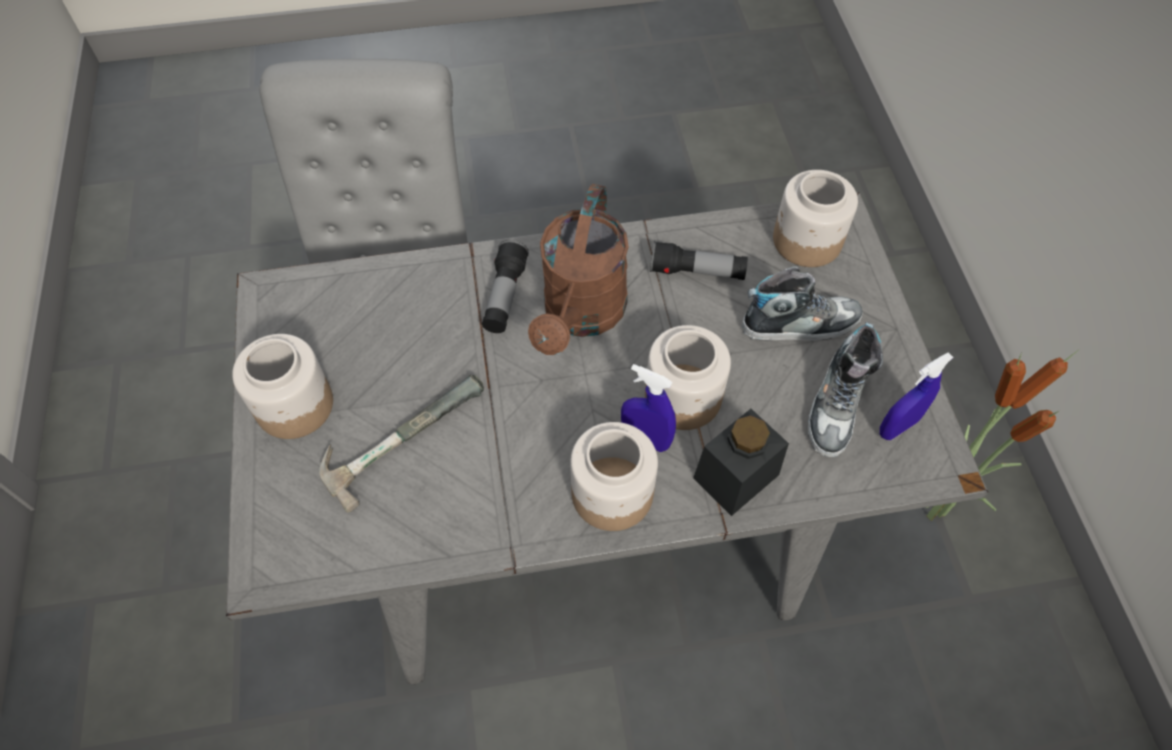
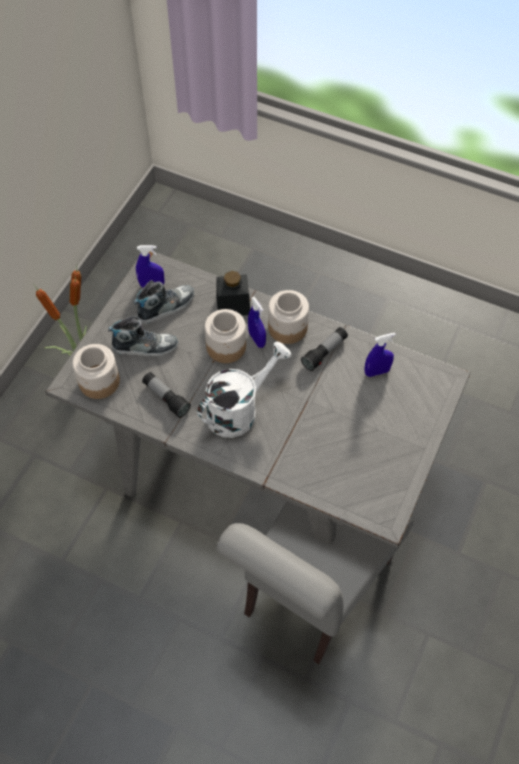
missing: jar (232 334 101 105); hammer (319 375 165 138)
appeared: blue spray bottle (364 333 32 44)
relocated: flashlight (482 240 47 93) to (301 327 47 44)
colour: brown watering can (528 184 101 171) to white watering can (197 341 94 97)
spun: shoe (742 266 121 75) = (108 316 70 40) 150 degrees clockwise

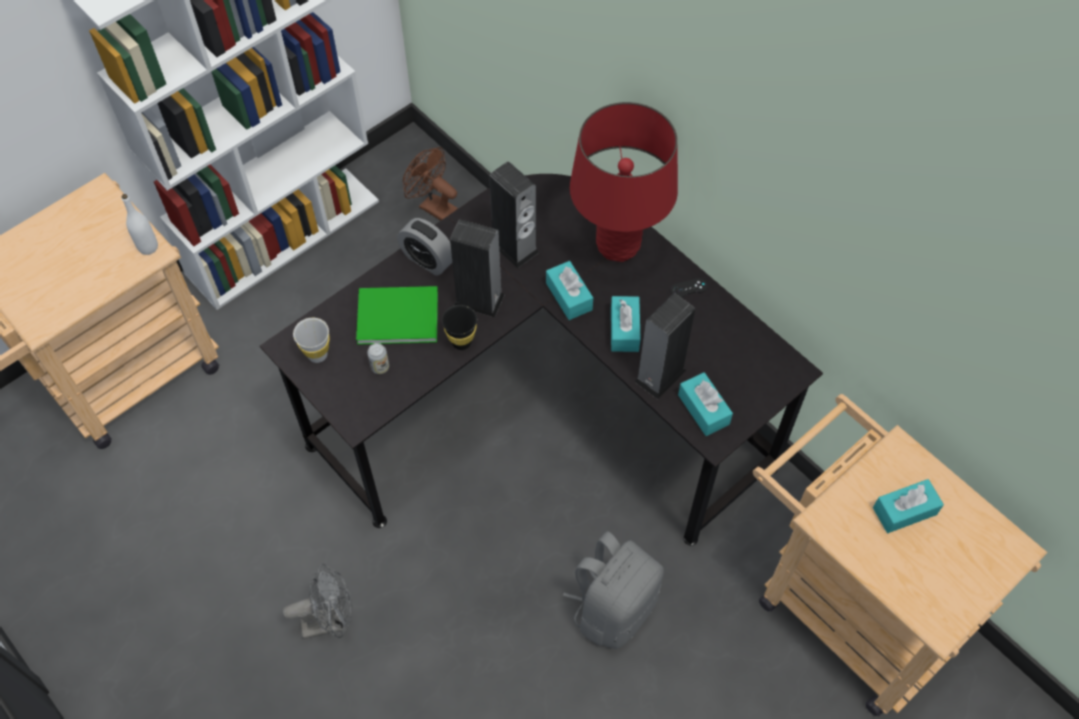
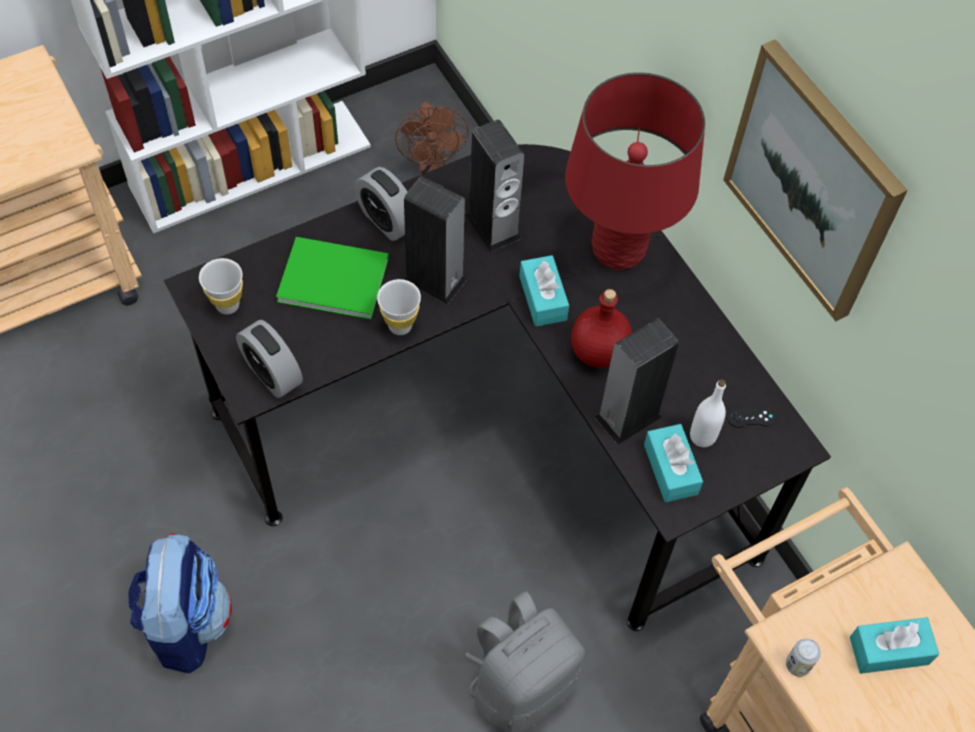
appeared: alarm clock (236 320 67 78); picture (723 39 185 282)
relocated: white bottle (121 194 37 61) to (690 379 36 68); can (367 343 22 31) to (786 639 35 38); black game controller (671 278 37 20) to (727 407 49 21)
exchanged: grey fan (283 564 69 75) to backpack (128 534 104 139); turquoise tissue box (611 296 30 56) to red bottle (571 289 61 79)
colour: black cup (442 305 35 45) to white cup (377 279 44 56)
spun: brown fan (403 147 55 74) = (395 102 74 73) 150 degrees counterclockwise

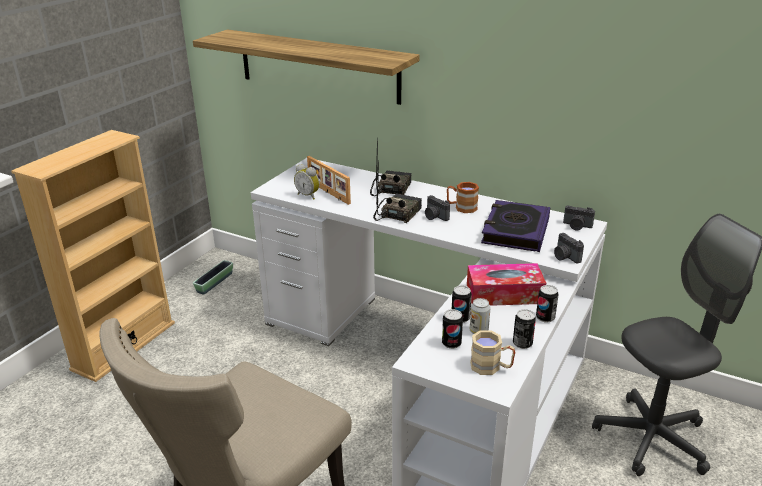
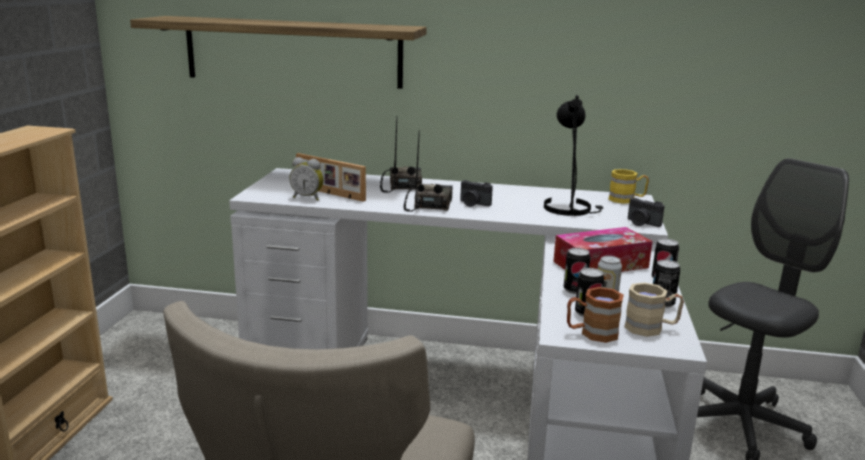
missing: planter (193 260 40 35)
relocated: brown mug (447 182 32 31) to (567 287 57 56)
exchanged: book (481 200 69 52) to black table lamp (544 95 59 121); photo camera (563 205 32 25) to yellow mug (609 169 40 35)

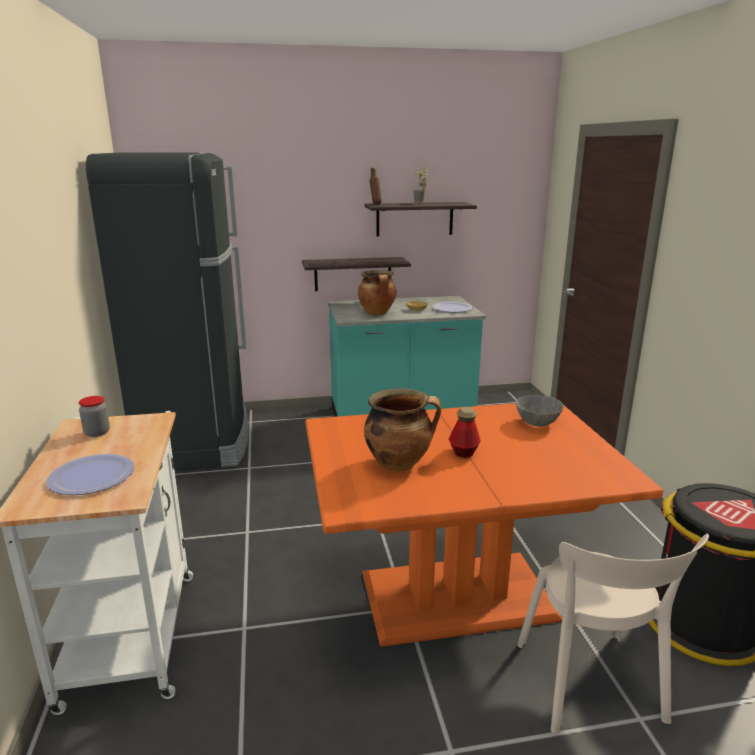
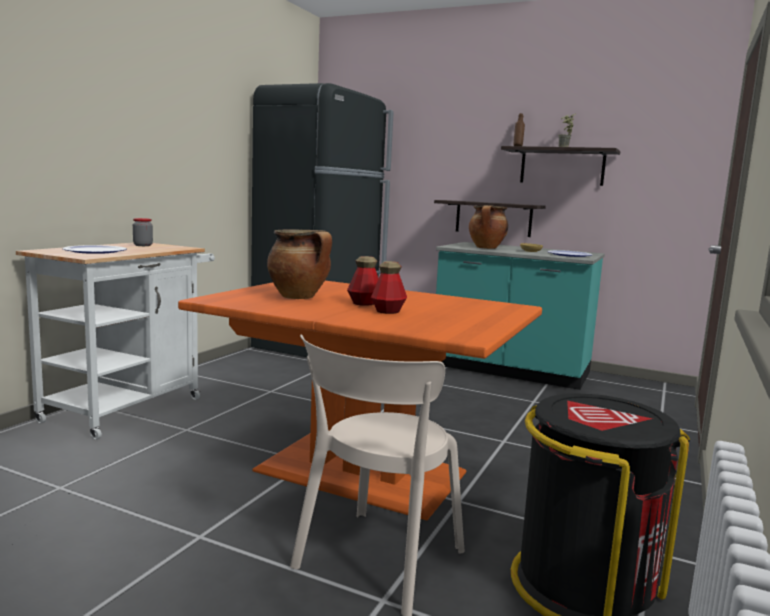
missing: grey bowl (516 395 48 32)
appeared: bottle (371 261 36 53)

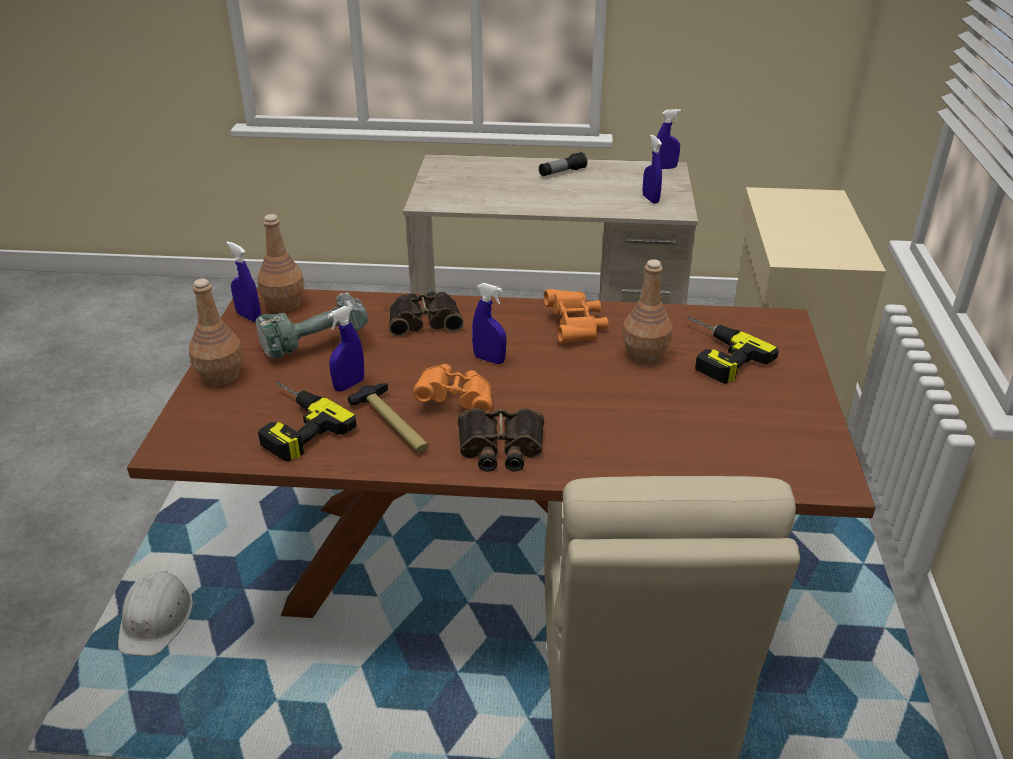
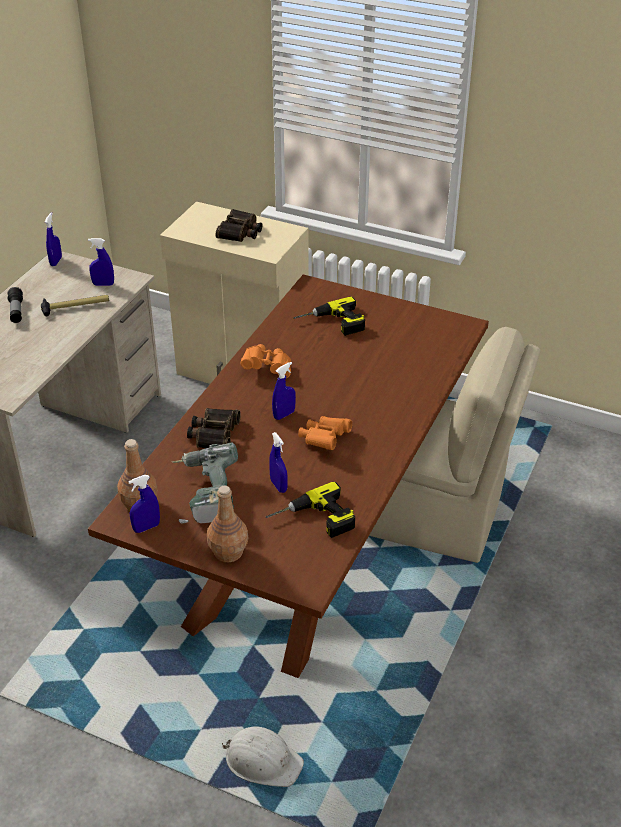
missing: brown bottle (622 259 50 105)
relocated: hammer (348 383 81 69) to (41 295 68 21); binoculars (458 408 86 64) to (216 209 46 33)

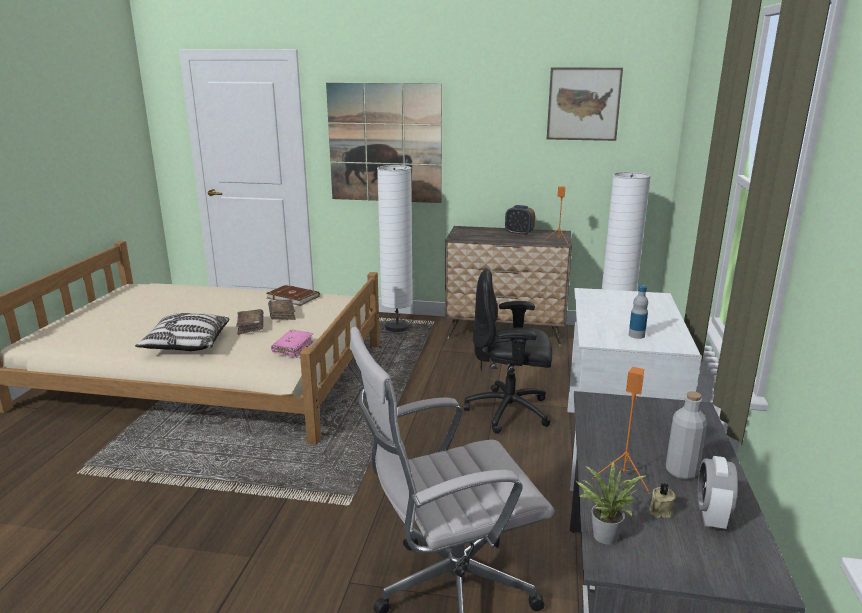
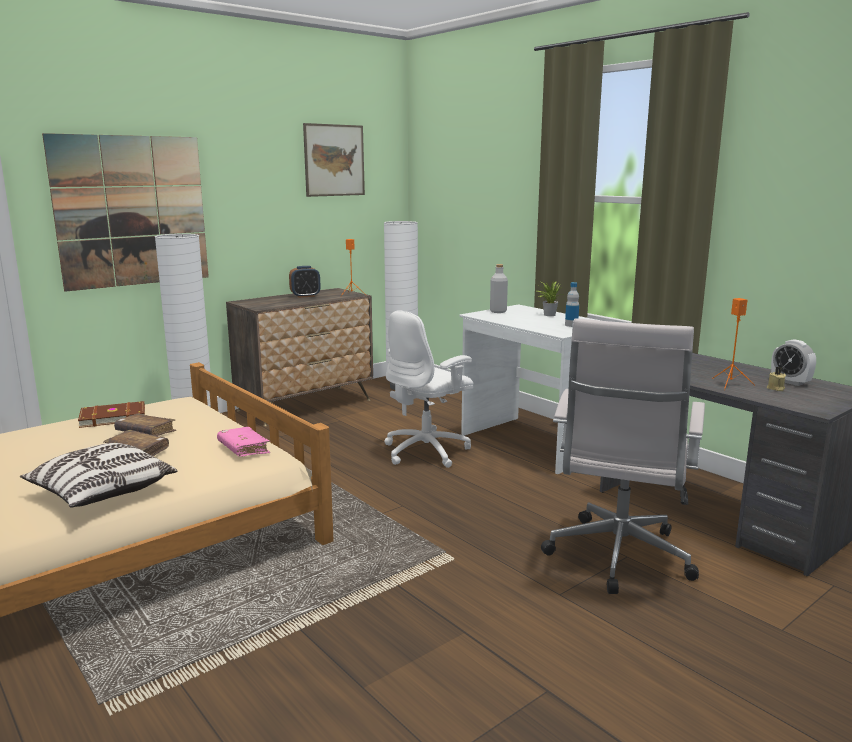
relocated: potted plant (575 461 73 83) to (534 281 28 35); grey bottle (666 391 41 89) to (490 264 18 49)
colour: black office chair (464 269 88 165) to white office chair (384 310 89 158)

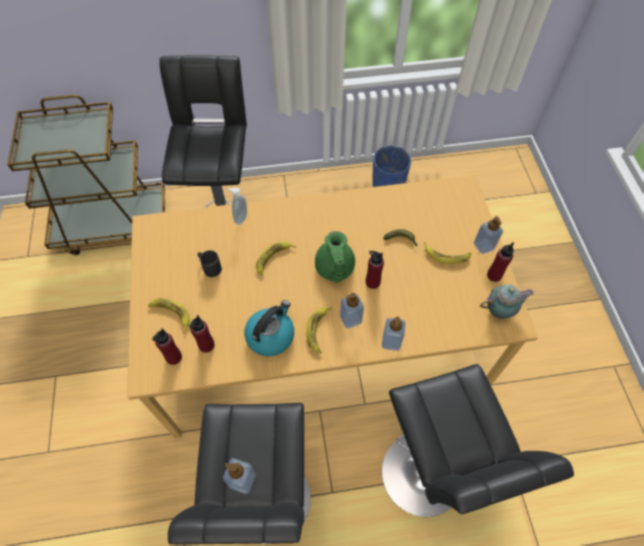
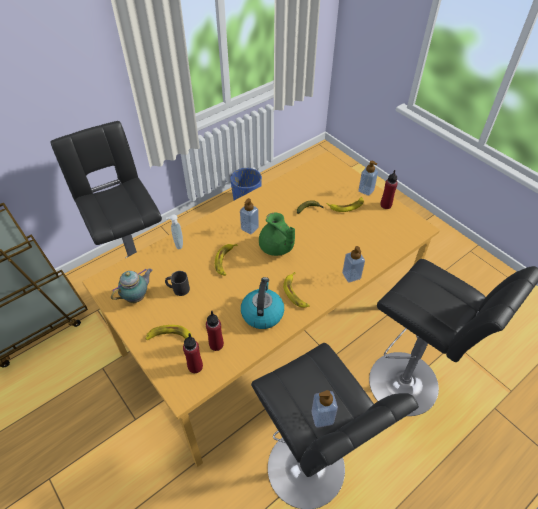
missing: red bottle (366 251 18 38)
relocated: soap dispenser (340 293 24 36) to (240 198 19 36); teapot (480 285 54 34) to (111 268 42 35)

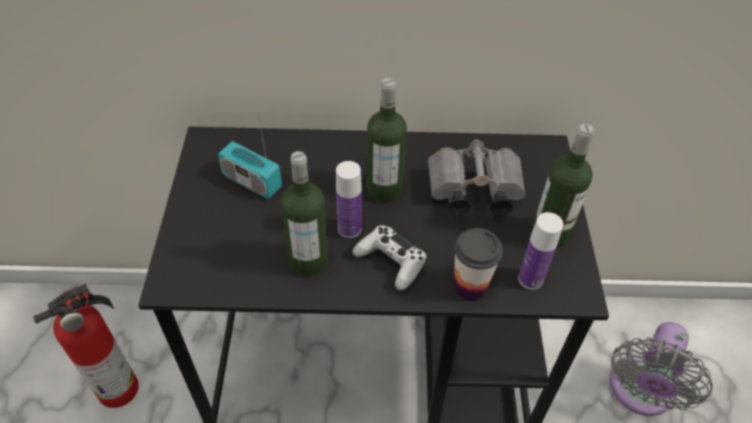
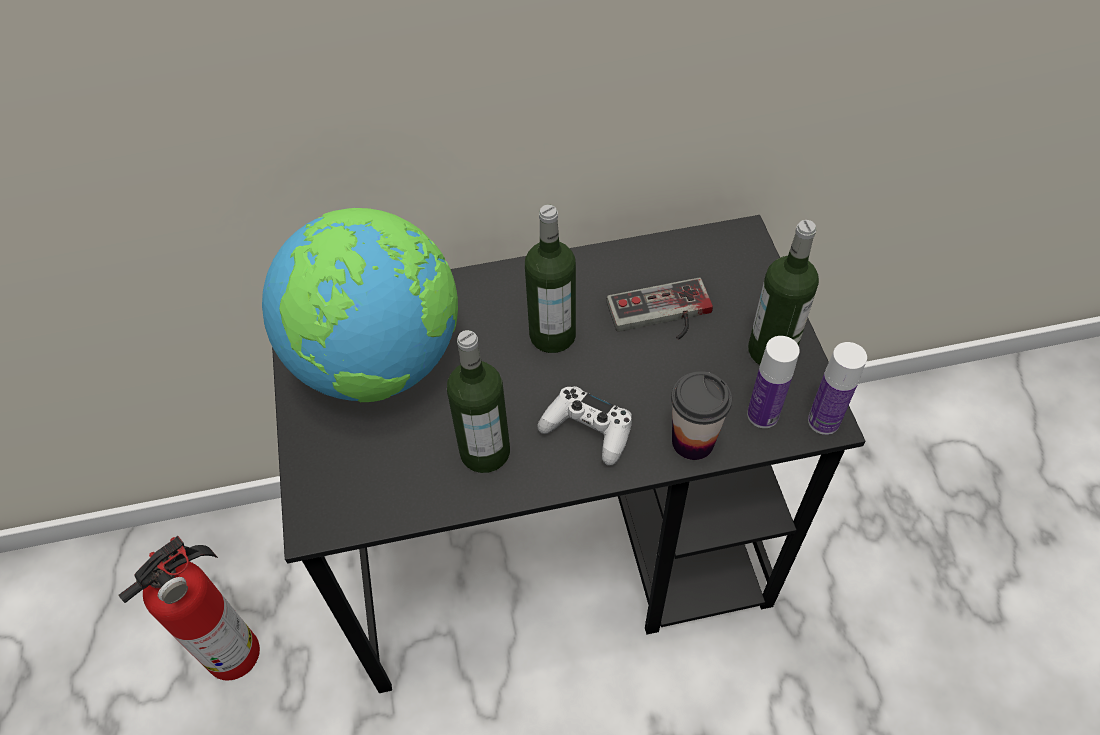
missing: grey fan (610 322 103 94)
relocated: bottle (336 161 26 77) to (808 342 59 93)
exchanged: radio (218 111 64 88) to globe (262 208 196 194); grey binoculars (428 140 98 75) to game controller (607 277 106 63)

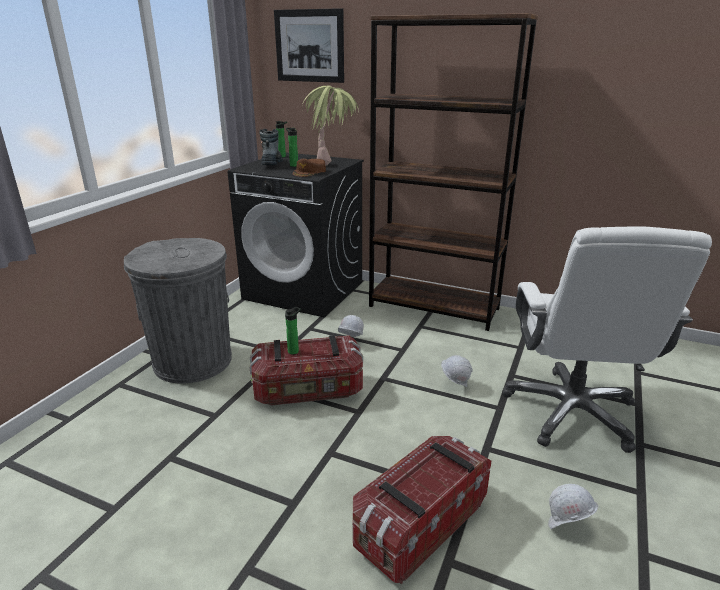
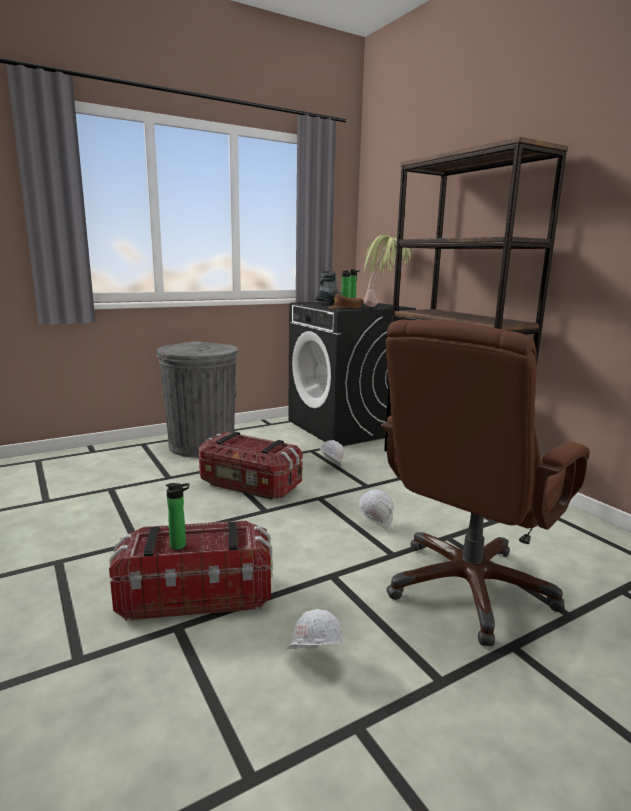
missing: picture (274 8 70 75)
relocated: bottle (285 307 16 47) to (166 483 23 67)
colour: white office chair (502 226 210 227) to brown office chair (381 320 209 326)

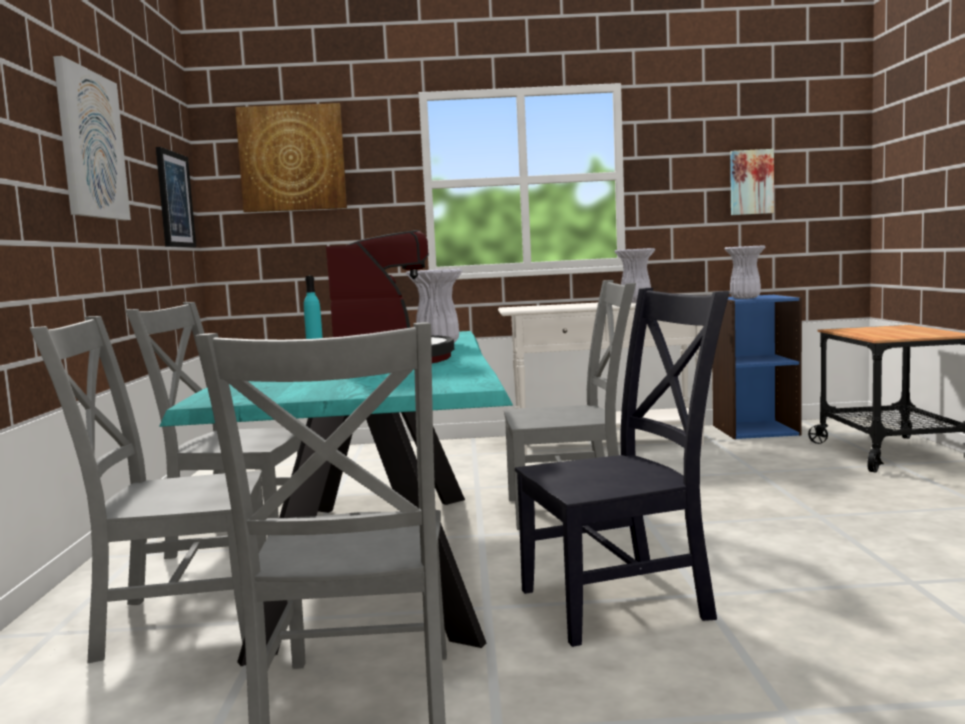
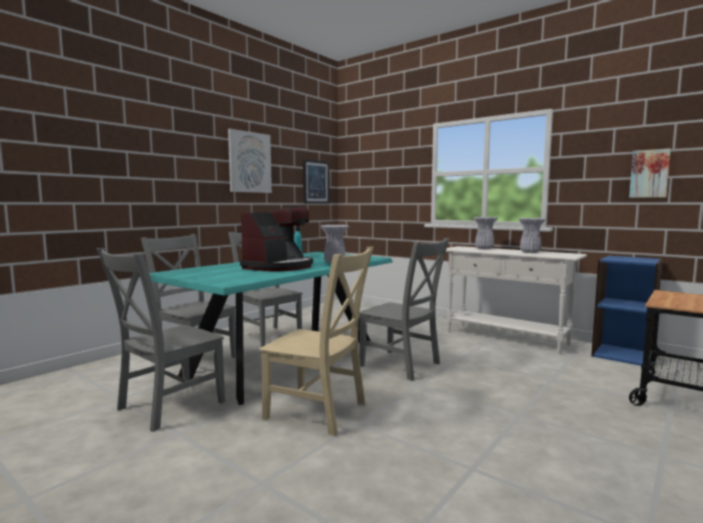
missing: picture (235 103 112 109)
relocated: white vase (725 245 41 54) to (473 217 25 32)
colour: black chair (515 288 214 359) to beige chair (259 247 115 189)

